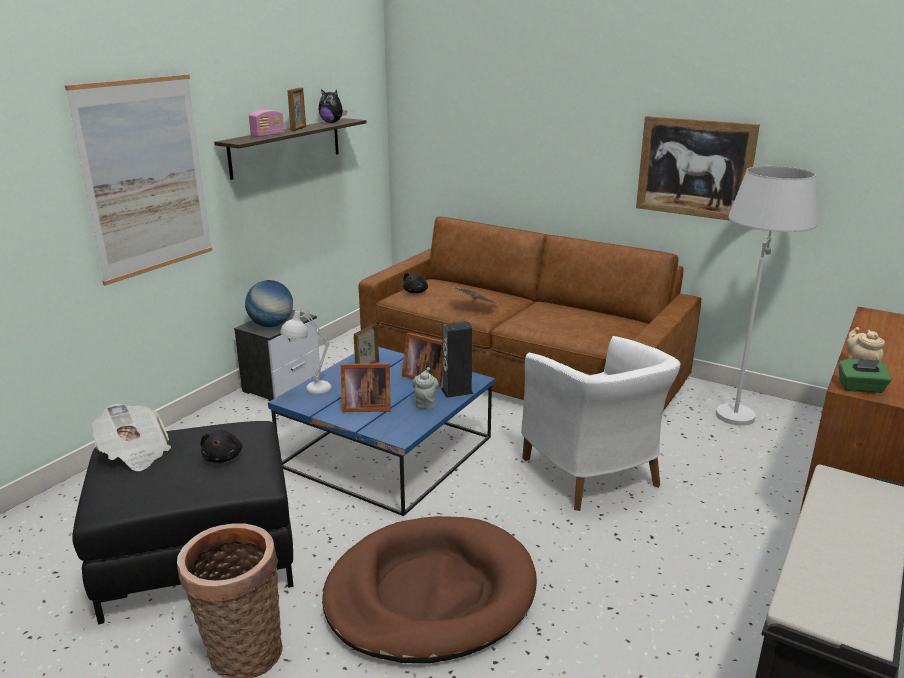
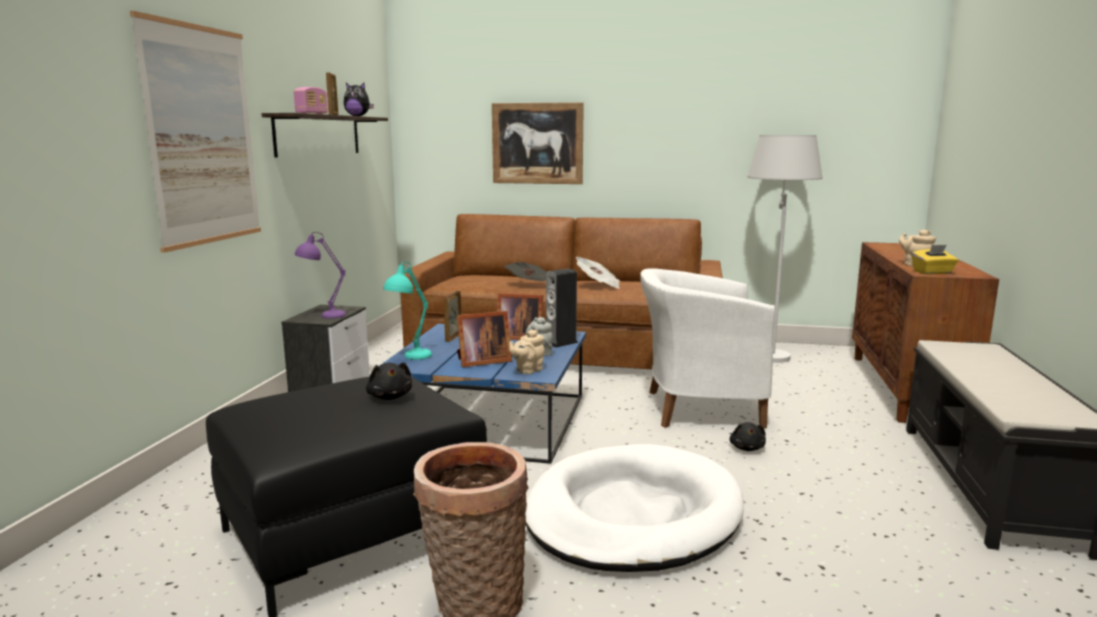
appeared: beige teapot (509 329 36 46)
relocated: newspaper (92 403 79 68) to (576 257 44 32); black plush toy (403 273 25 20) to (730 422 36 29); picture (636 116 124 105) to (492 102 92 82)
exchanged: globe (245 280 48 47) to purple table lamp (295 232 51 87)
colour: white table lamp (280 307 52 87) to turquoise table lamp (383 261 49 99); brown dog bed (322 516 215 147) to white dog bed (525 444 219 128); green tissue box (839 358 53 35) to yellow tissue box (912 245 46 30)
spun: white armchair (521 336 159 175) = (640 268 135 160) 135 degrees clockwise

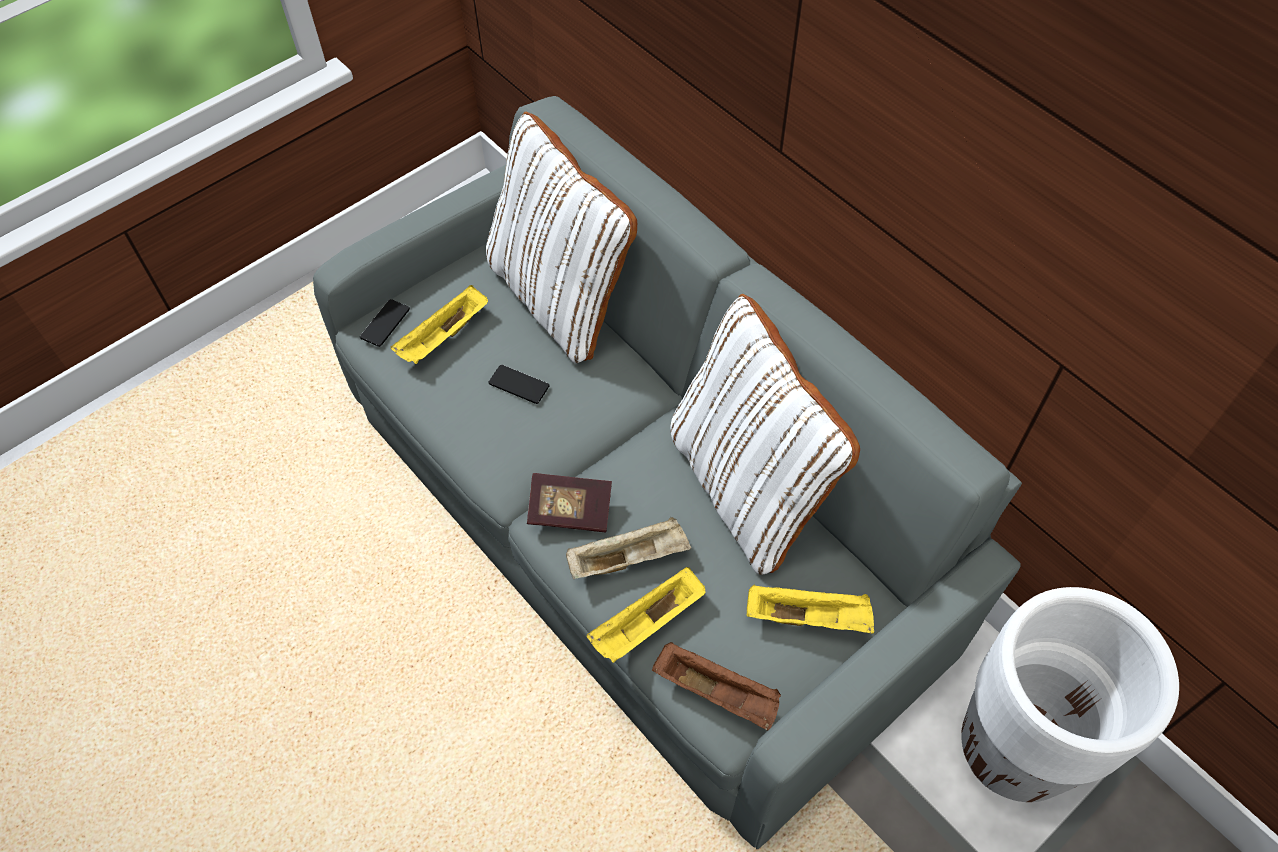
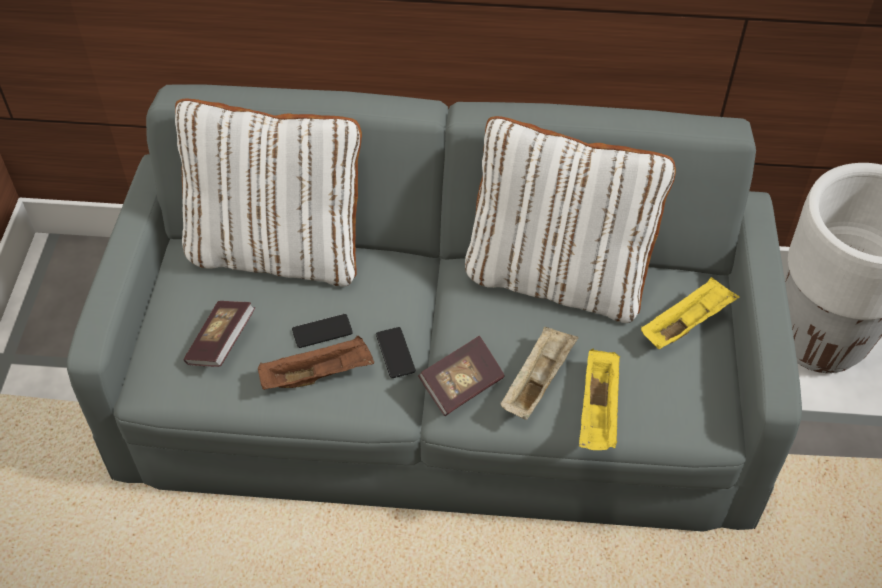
relocated: phone (360 299 50 48) to (376 327 40 51); brown tray (652 642 129 89) to (258 336 116 54)
exchanged: yellow tray (391 285 97 79) to book (184 301 72 66)

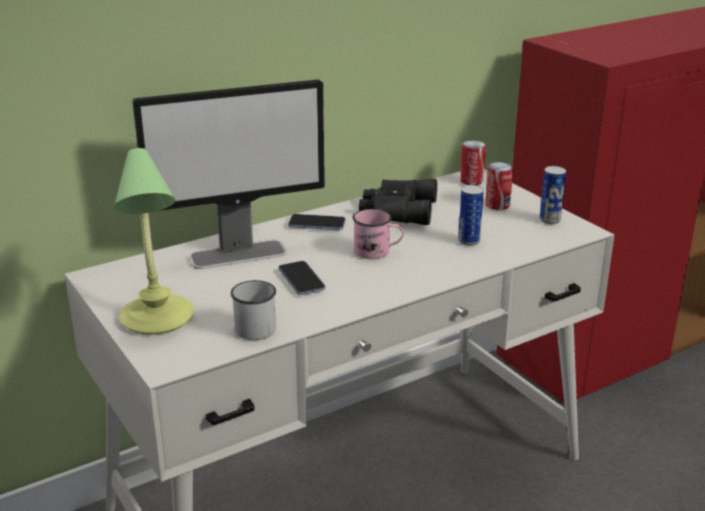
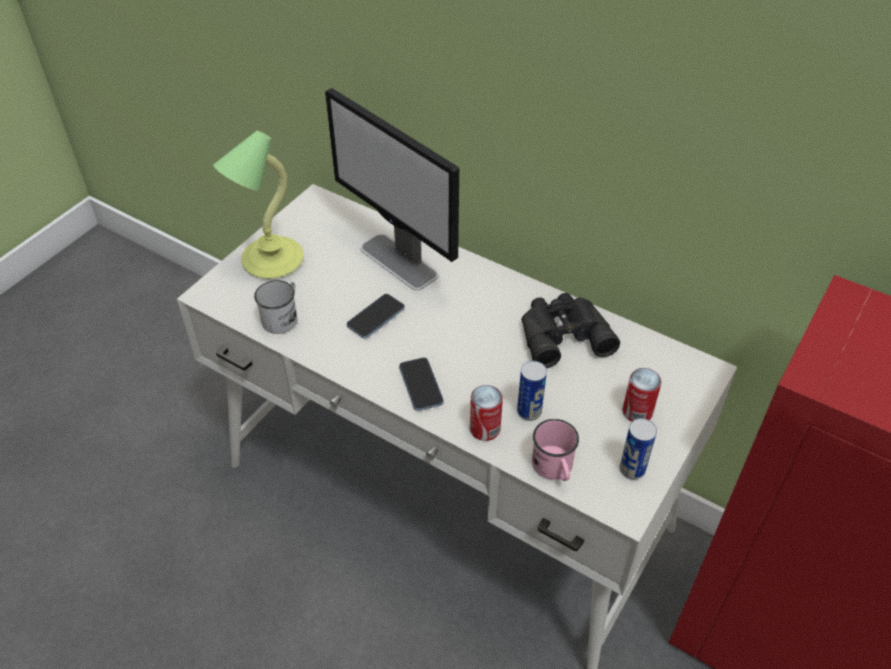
relocated: phone (288 214 57 16) to (399 357 45 54); pink mug (353 209 51 50) to (532 419 47 62); can (460 140 26 45) to (470 385 33 56)

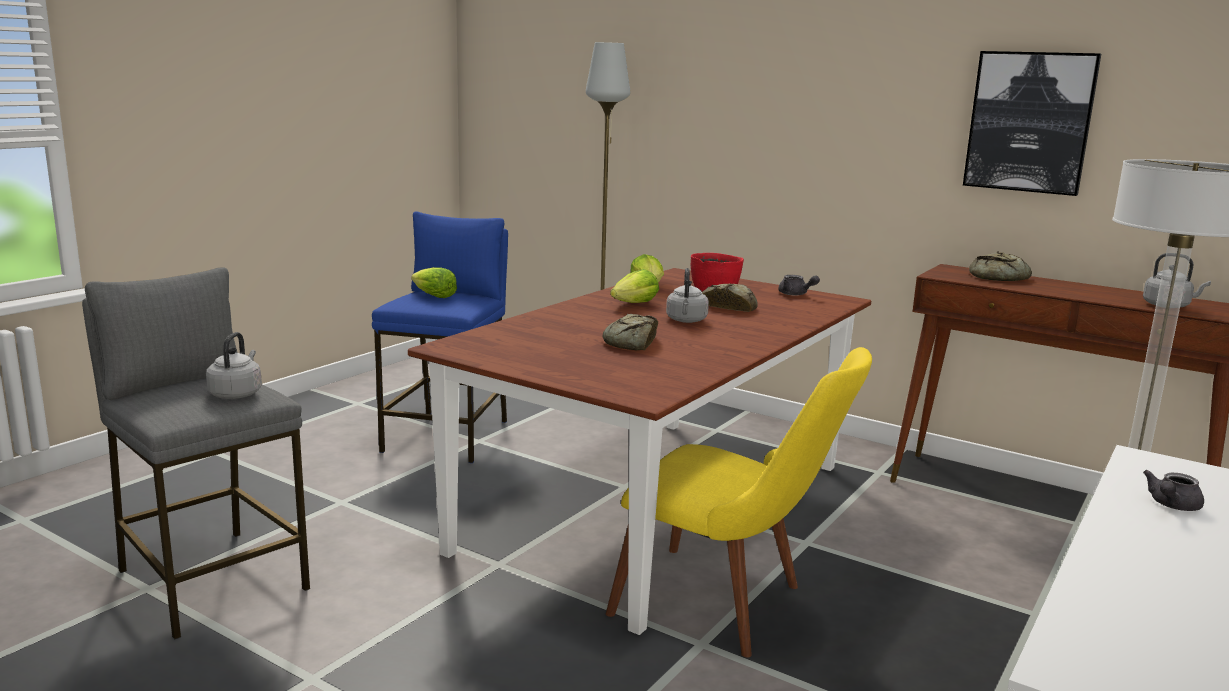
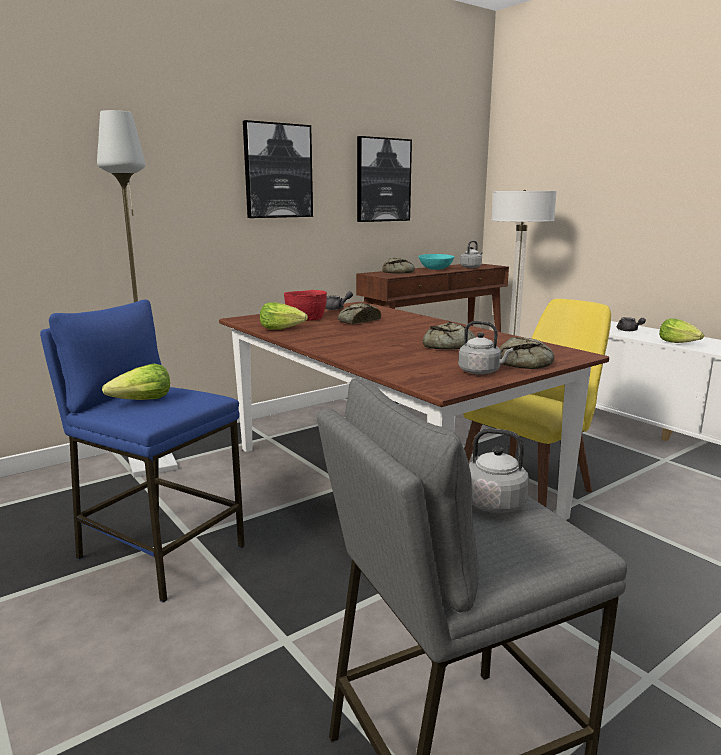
appeared: picture (243 120 70 98); turquoise bowl (418 254 36 16); bread (499 337 55 32)
relocated: lettuce (610 269 49 34) to (659 318 45 25); grey kettle (666 268 43 55) to (458 321 55 54)

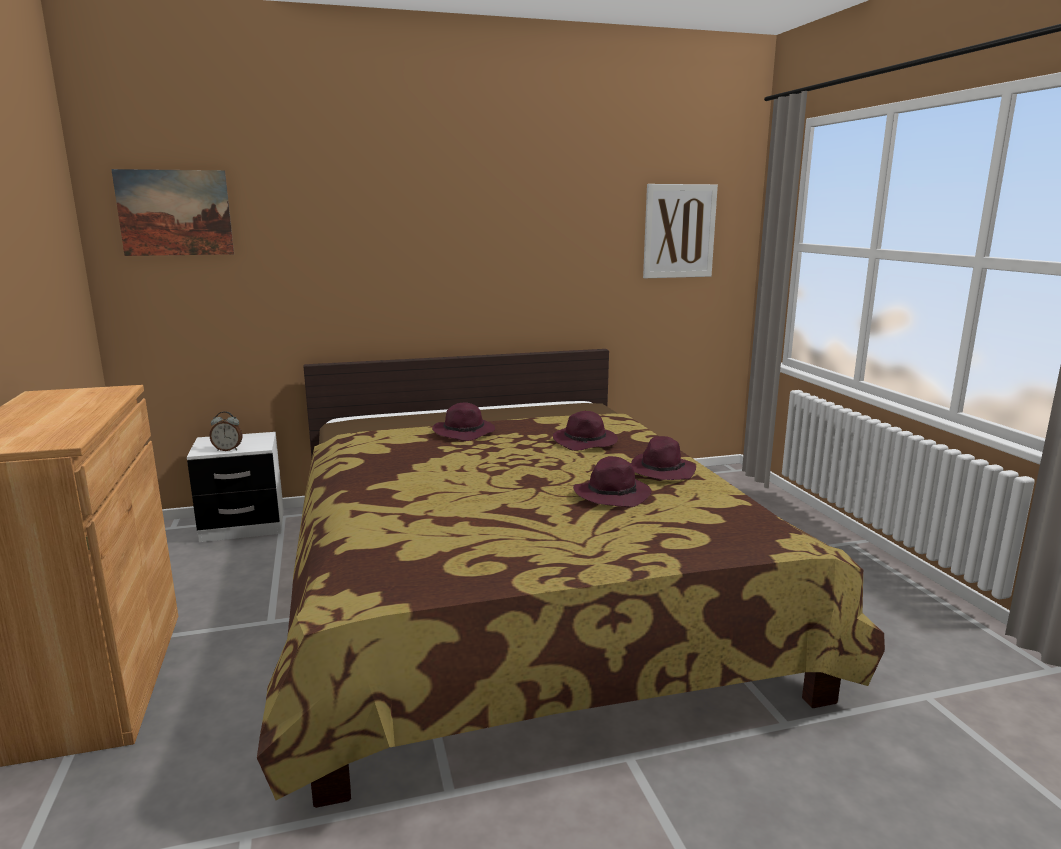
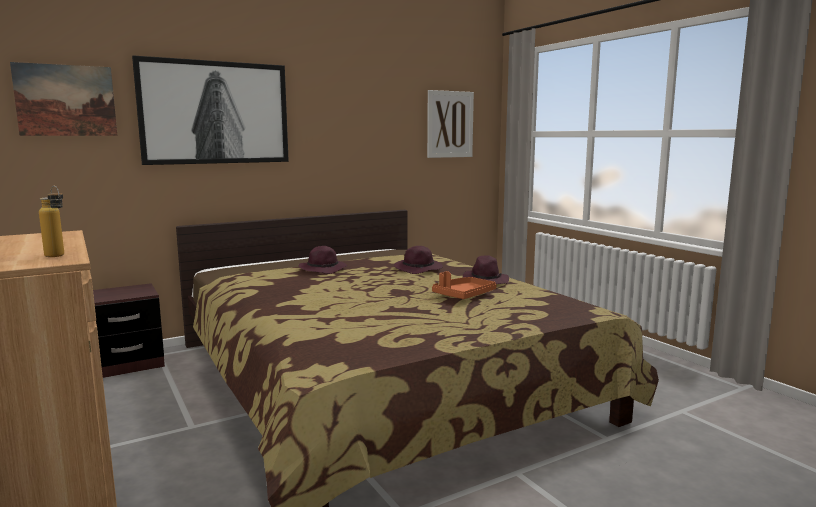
missing: alarm clock (209 411 34 40)
appeared: bottle (39 186 25 71); picture (132 55 157 110)
exchanged: purple hat (573 456 78 51) to orange tray (432 271 65 28)
colour: white nightstand (187 432 97 110) to brown nightstand (93 283 72 95)

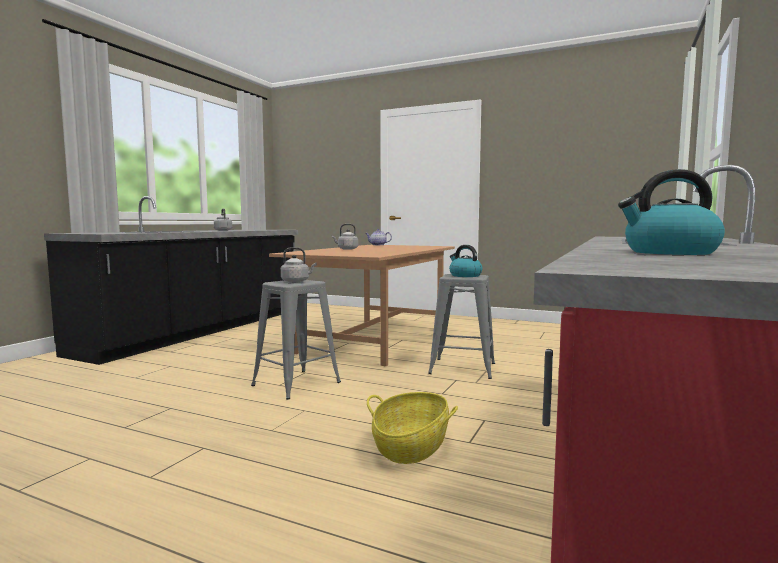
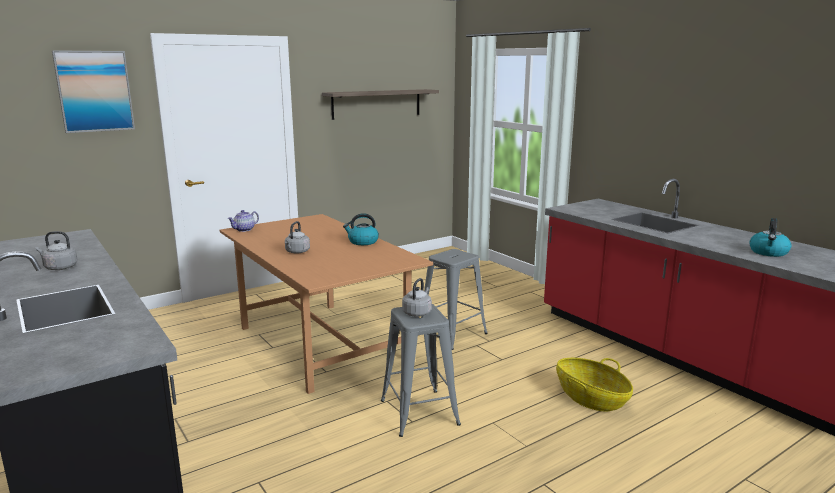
appeared: picture (52 50 83 83); shelf (322 89 117 31)
relocated: kettle (449 245 34 32) to (343 213 36 32)

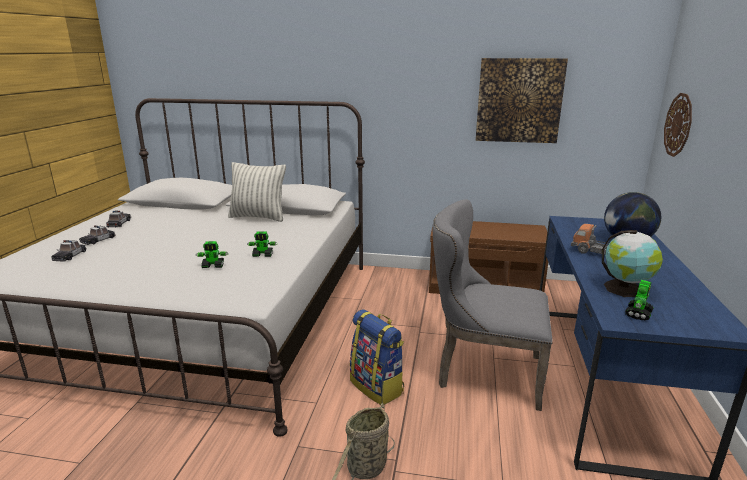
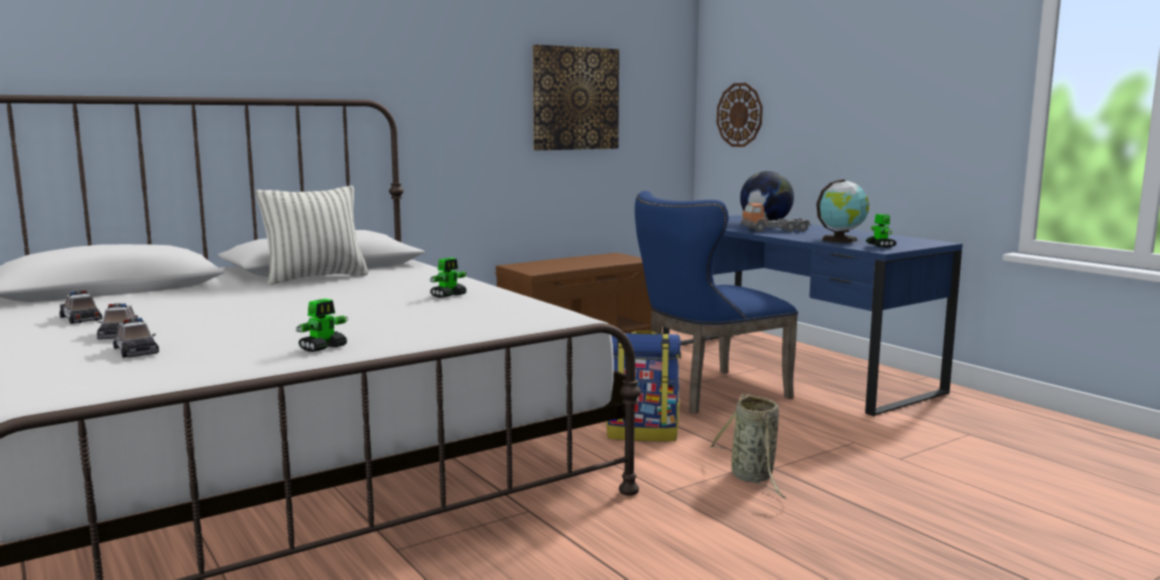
relocated: toy robot (196 241 32 27) to (296 299 52 53)
colour: grey chair (432 199 121 212) to blue chair (635 191 163 223)

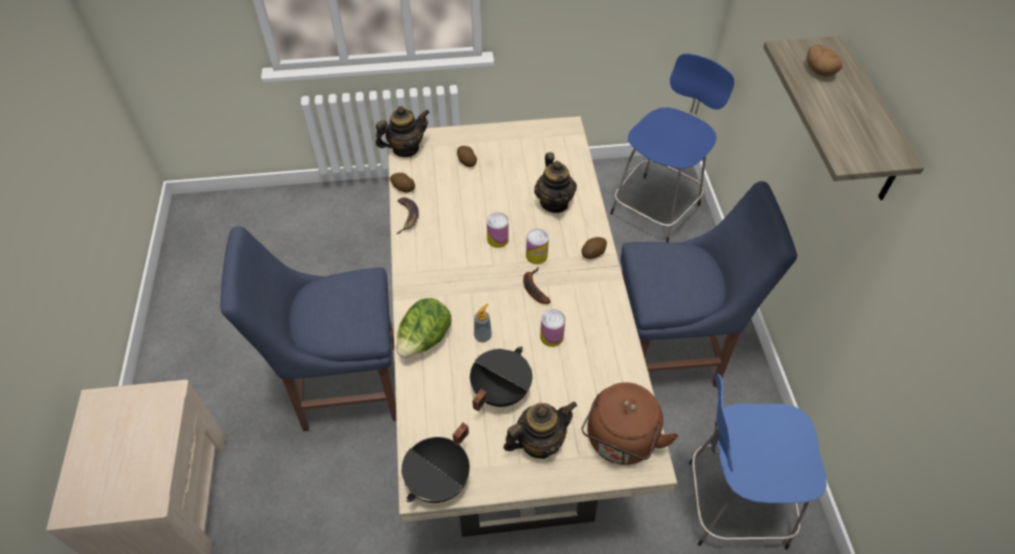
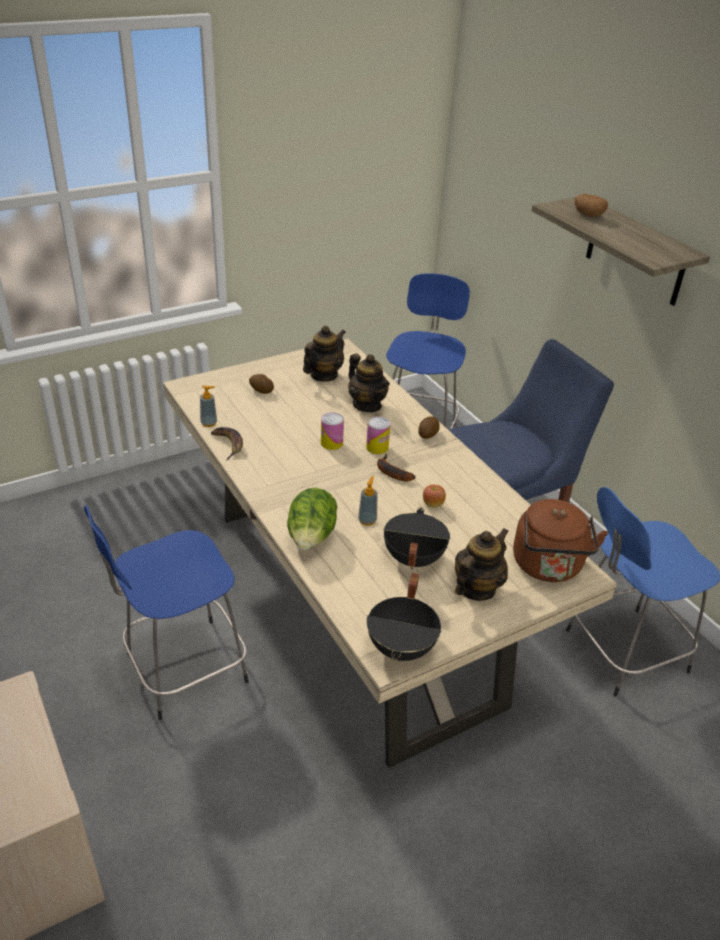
relocated: teapot (375 106 55 51) to (303 326 43 56)
exchanged: blue chair (220 226 176 205) to blue stool (84 505 165 215); potato (390 173 25 19) to soap dispenser (200 386 17 41); can (540 309 26 38) to apple (423 484 23 24)

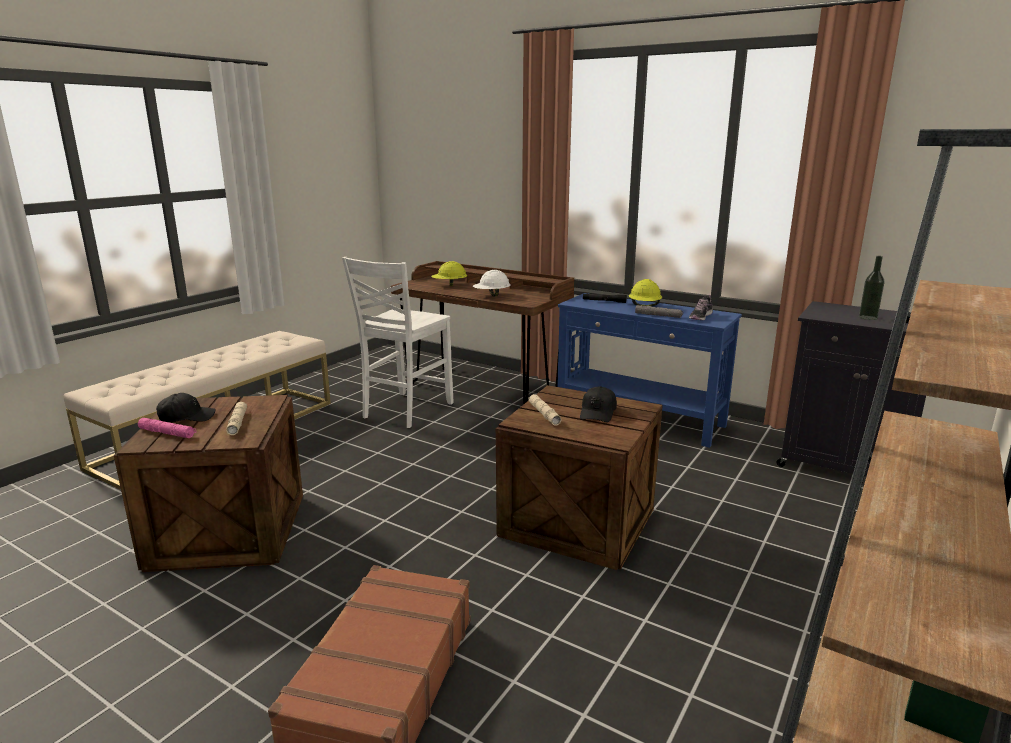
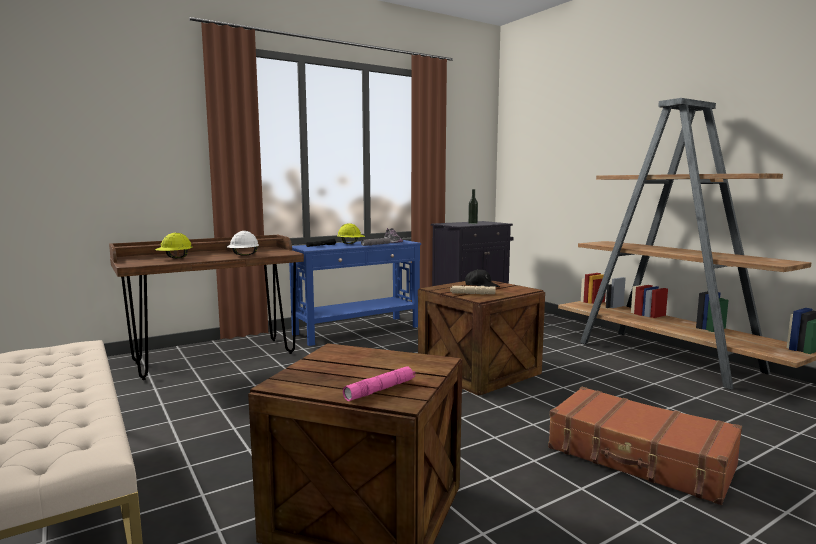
missing: black cap (156 393 60 29); beige flashlight (226 402 21 33); white chair (342 257 111 171)

